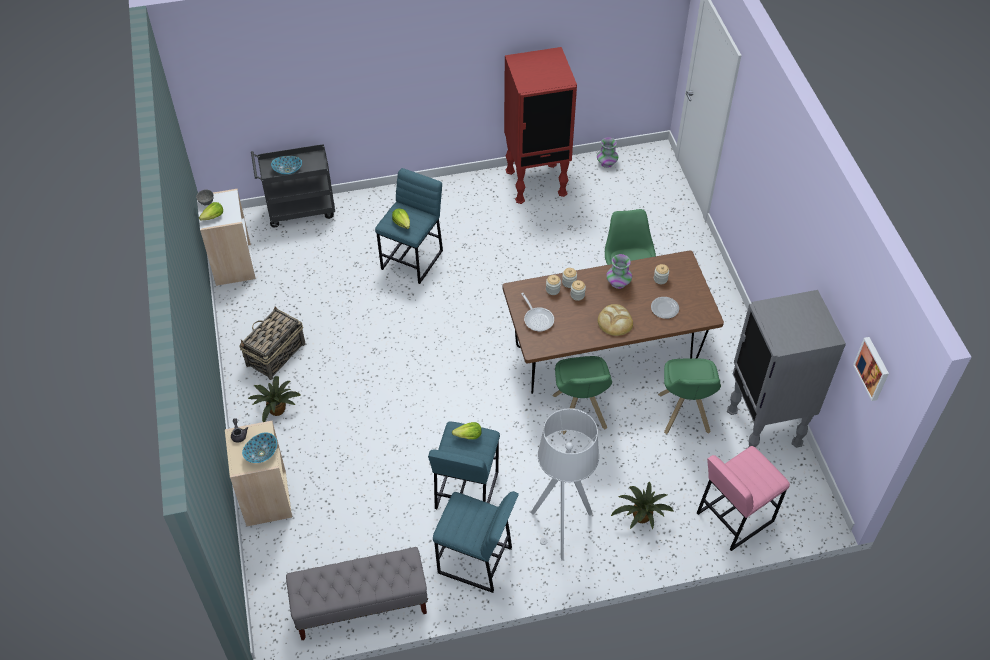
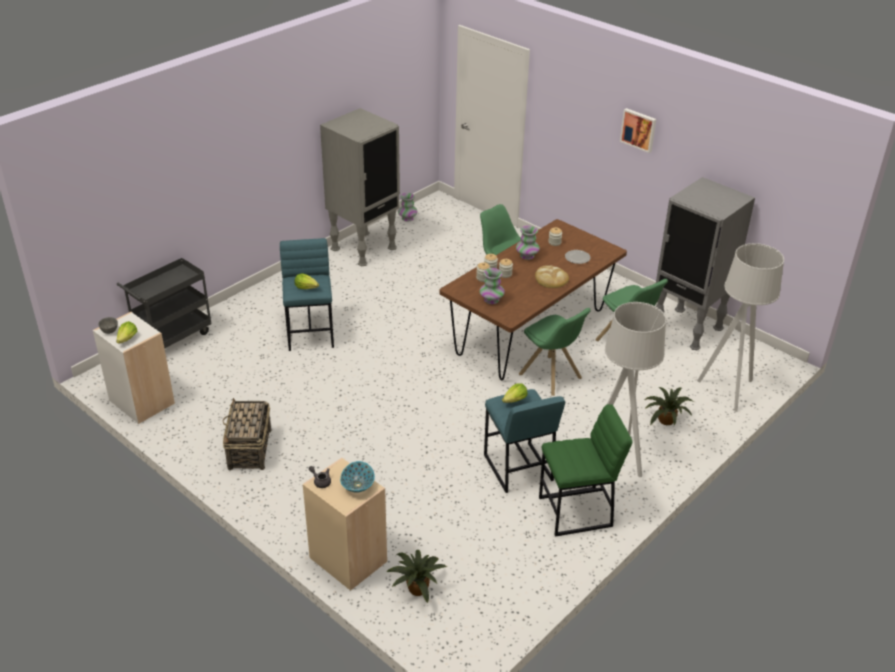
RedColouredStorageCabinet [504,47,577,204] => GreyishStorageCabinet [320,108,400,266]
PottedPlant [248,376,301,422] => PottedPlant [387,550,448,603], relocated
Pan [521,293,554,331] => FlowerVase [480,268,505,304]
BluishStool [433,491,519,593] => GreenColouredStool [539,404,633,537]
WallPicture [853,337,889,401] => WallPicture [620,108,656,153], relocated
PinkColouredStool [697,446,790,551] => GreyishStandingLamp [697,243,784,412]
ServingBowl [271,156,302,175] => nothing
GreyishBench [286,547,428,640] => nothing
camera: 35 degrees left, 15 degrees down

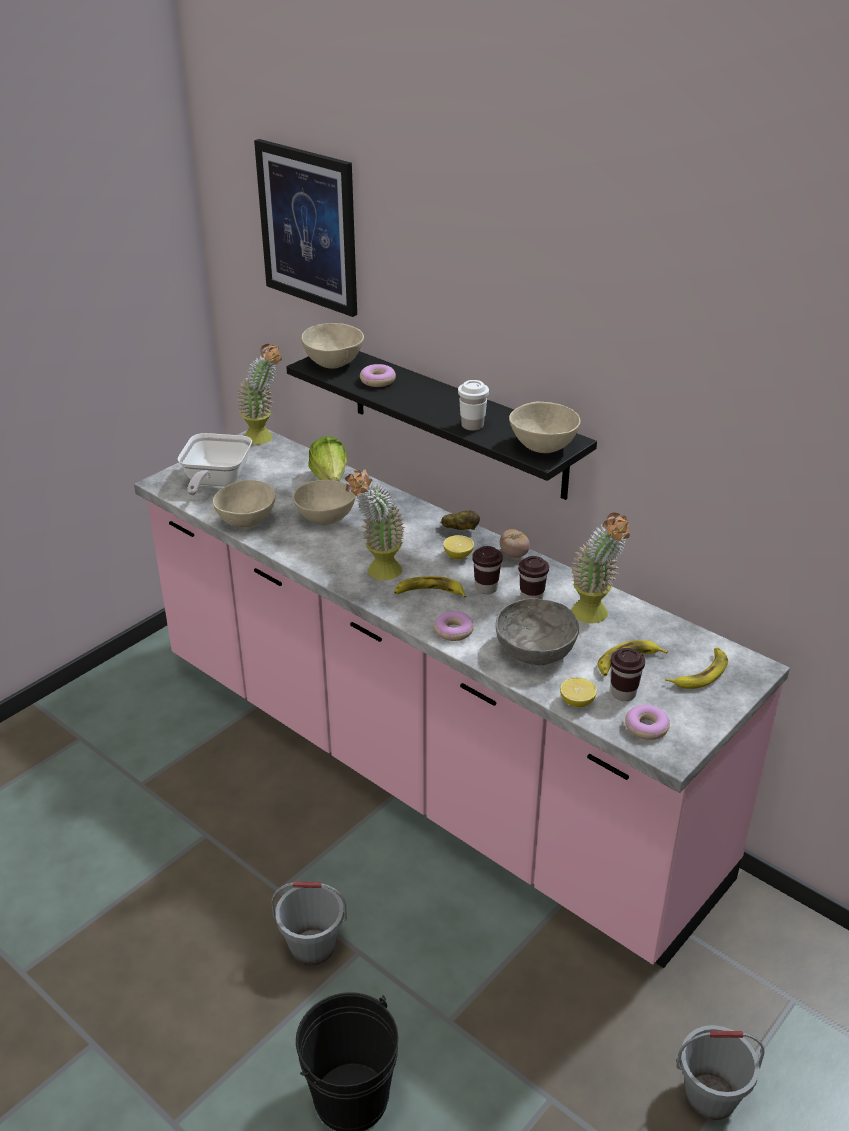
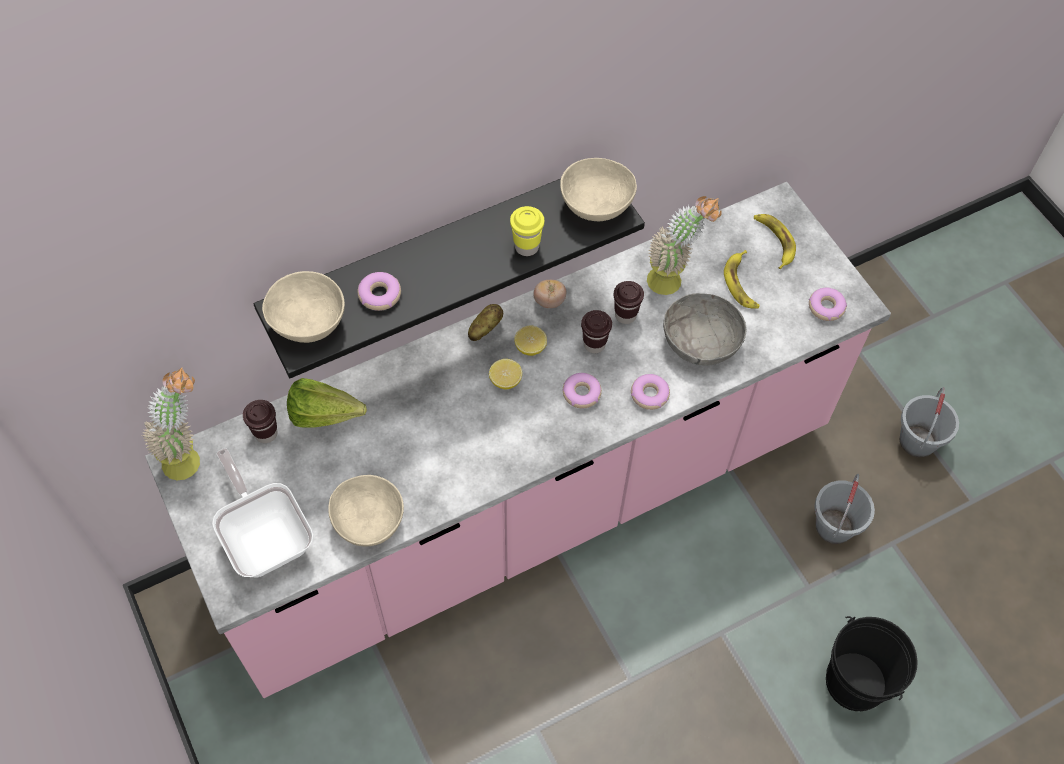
Pan [177,433,252,496] => Pan [212,448,313,578], 150 degrees counterclockwise
BrownColouredDrinkingCup [611,648,645,701] => BrownColouredDrinkingCup [243,400,278,443], relocated
CitrusFruit [560,677,597,707] => CitrusFruit [489,359,522,389], relocated
WhitishDrinkingCup [458,380,489,431] => YellowColouredDrinkingCup [510,206,544,256]
WholeBanana [394,576,466,598] => RingDoughnut [562,373,602,408]
GreyishWaterBucket [271,882,347,966] => GreyishWaterBucket [814,474,875,544], relocated
WallPicture [254,139,357,317] => nothing
BeigeServingBowl [293,480,356,525] => nothing
PottedPlant [345,469,405,580] => nothing
camera: 70 degrees left, 25 degrees up

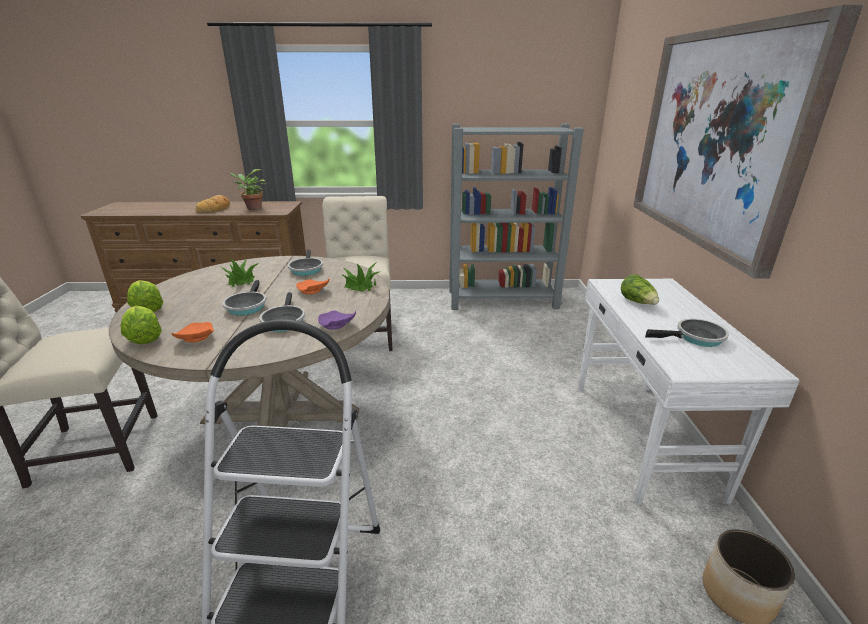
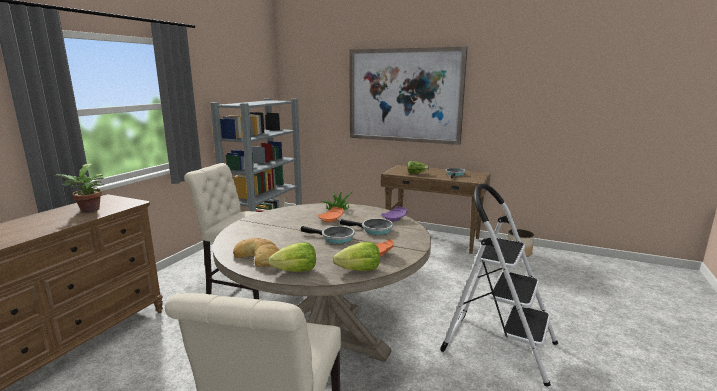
BakedBread [195,195,230,213] => BakedBread [233,237,279,267], relocated
WhitishHallTable [578,279,799,505] => BrownColouredHallTable [381,165,491,254]
PottedPlant [221,258,259,287] => nothing
Pan [288,250,323,276] => nothing
camera: 65 degrees left, 10 degrees down

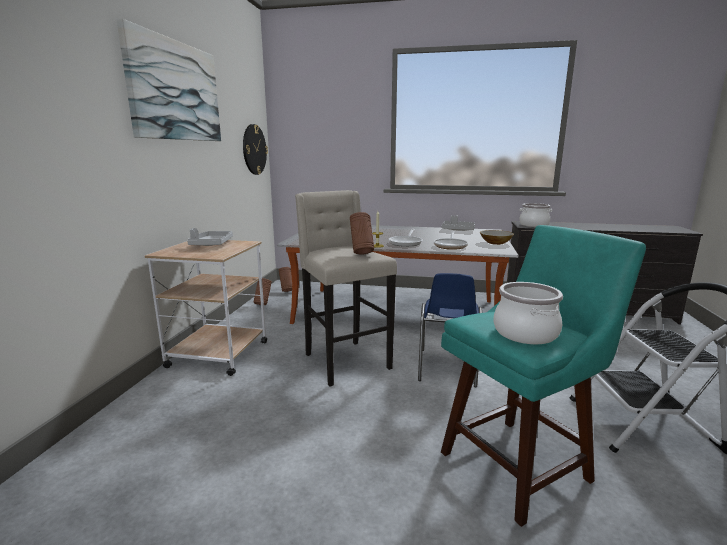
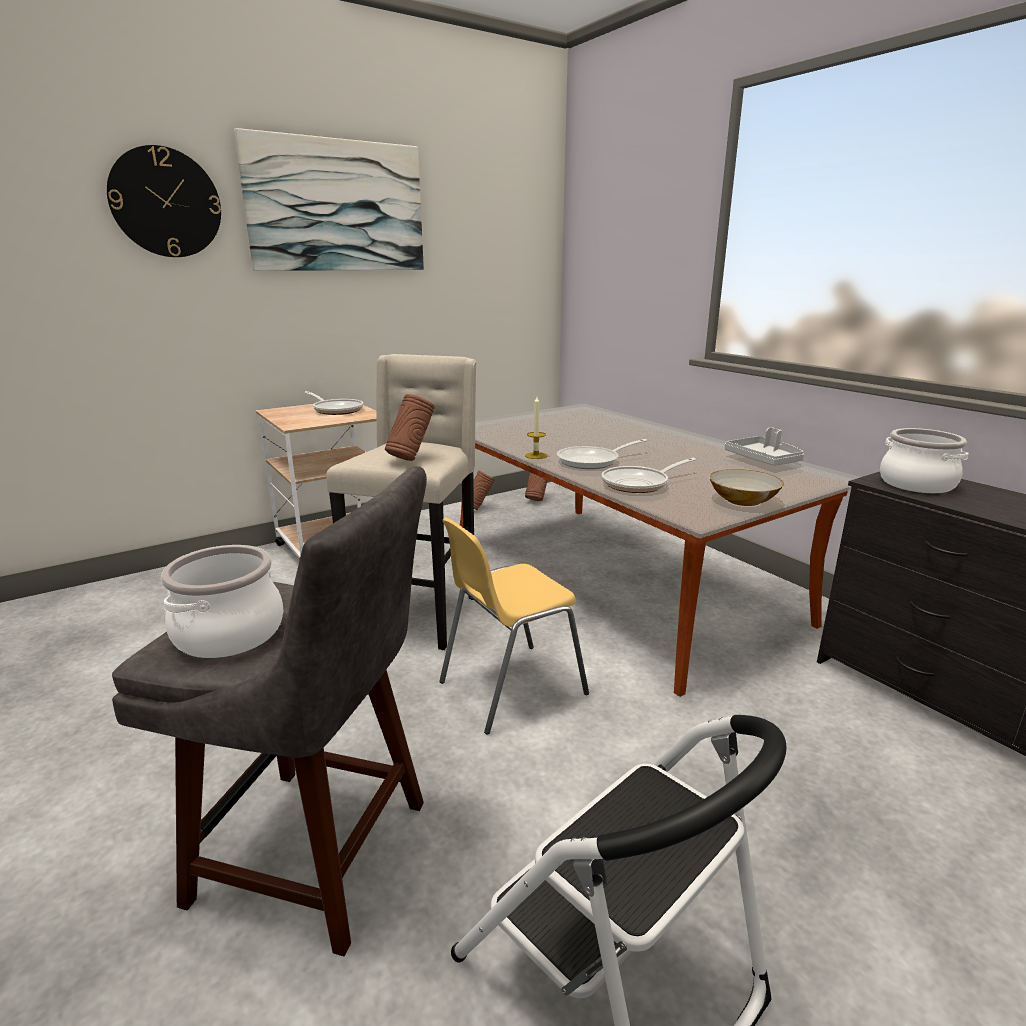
WallClock [243,124,268,175] => WallClock [107,145,221,257], relocated
BlueGreenStool [441,225,646,527] => GreyishStool [112,466,427,956]
GreyishCarryingTray [187,228,233,246] => Pan [304,391,363,415]
BluishPlainChair [418,273,482,387] => YellowColouredPlainChair [439,518,589,735]
camera: 45 degrees right, 5 degrees up

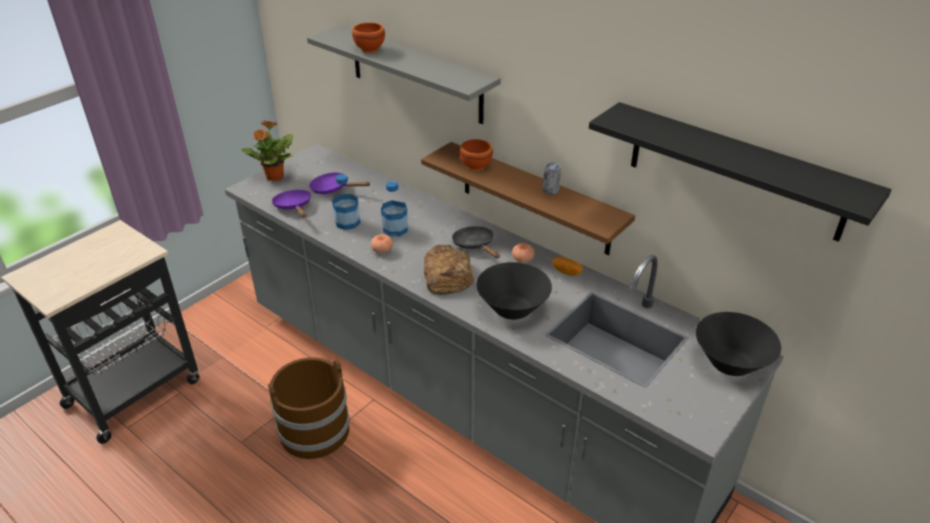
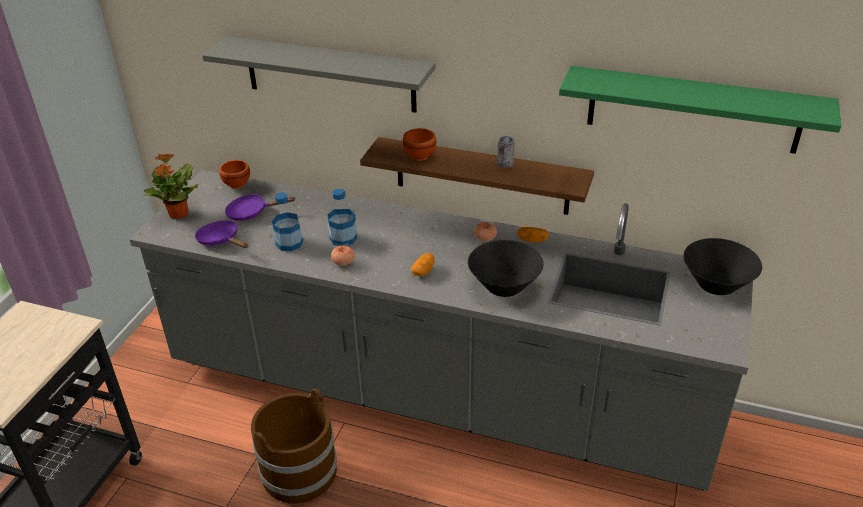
BrownColouredServingBowl [352,22,385,53] => BrownColouredServingBowl [219,160,250,189], relocated
BakedBread [424,245,474,295] => Potato [411,253,435,276]
BlackColouredShelf [589,102,892,242] => GreenColouredShelf [559,66,841,154]
BlackColouredPan [452,226,500,259] => nothing
camera: 20 degrees left, 0 degrees up

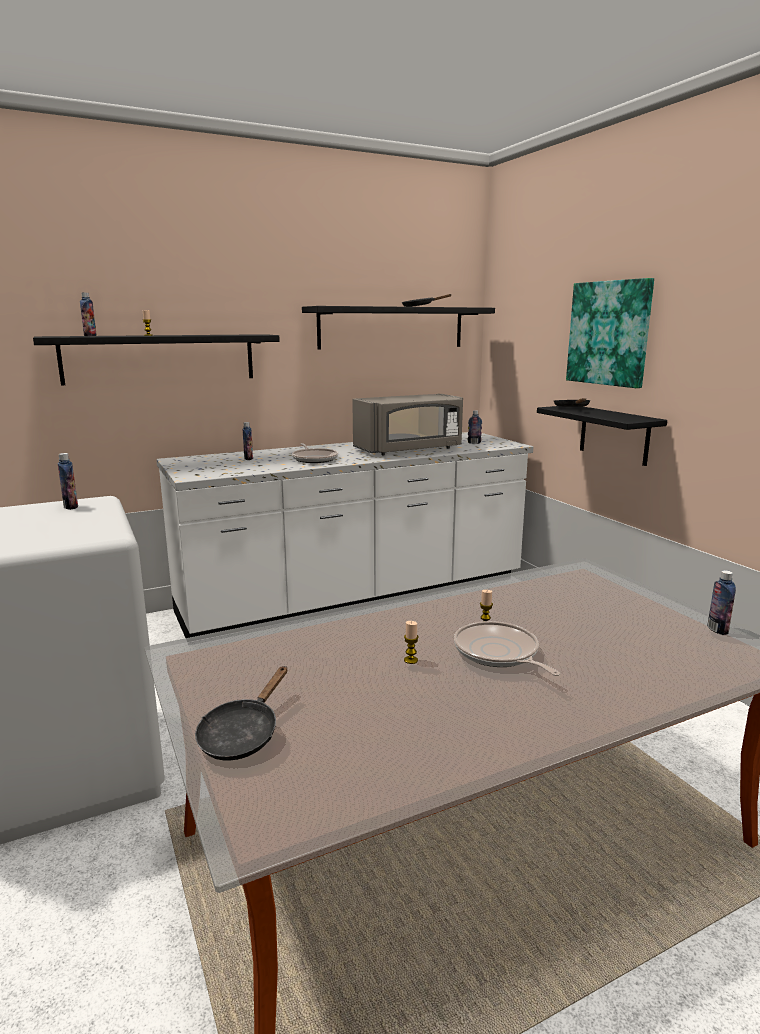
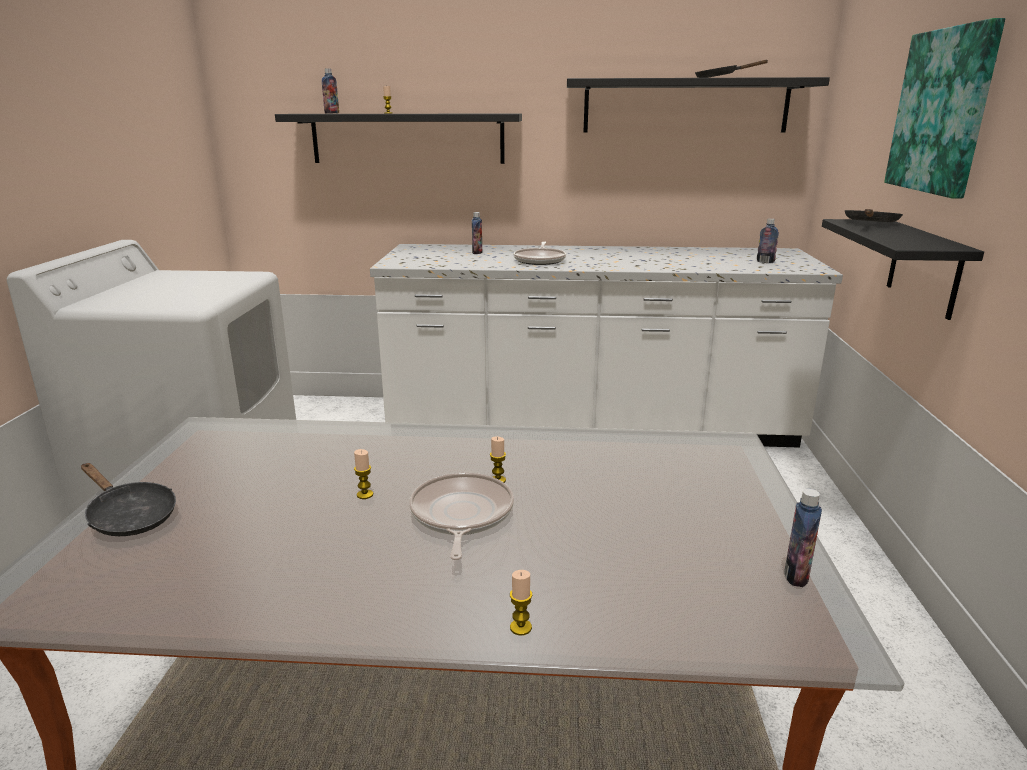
BlackColouredPan [195,666,287,761] => BlackColouredPan [81,463,176,536], 105 degrees counterclockwise
nothing => Candle [510,570,533,635]
DrinkBottle [57,453,78,510] => nothing
GreyishMicrowave [352,394,463,455] => nothing
camera: 30 degrees right, 5 degrees up

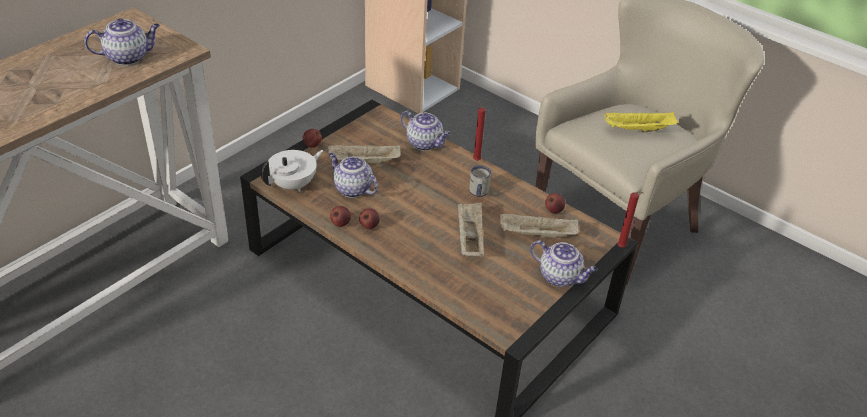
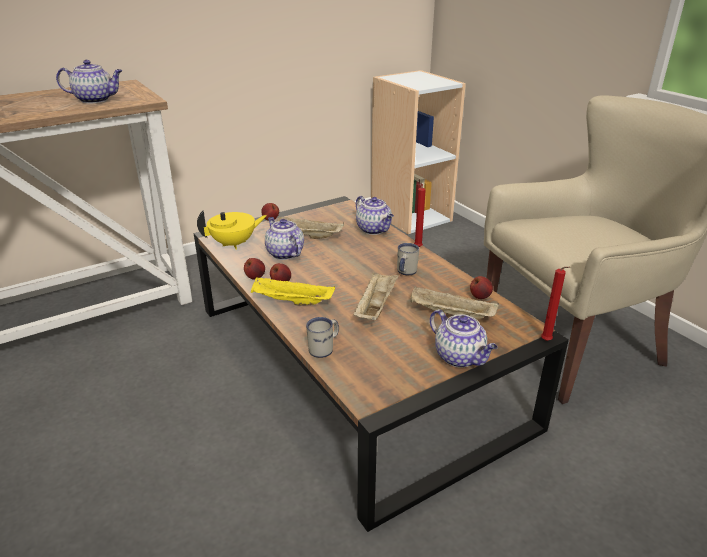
WhitishTeaPot [261,150,323,192] => YellowColouredTeaPot [197,211,267,249]
YellowColouredCarryingTray [604,112,678,132] => YellowColouredCarryingTray [251,277,335,306], relocated
nothing => WhitishMug [306,317,339,358]
camera: 20 degrees right, 10 degrees down

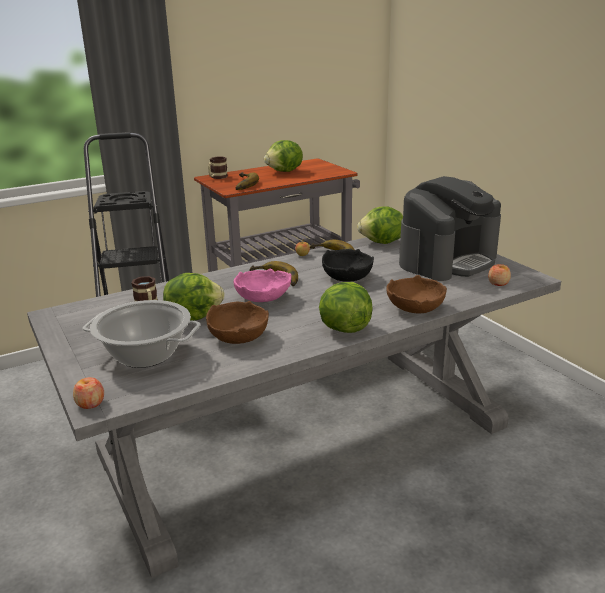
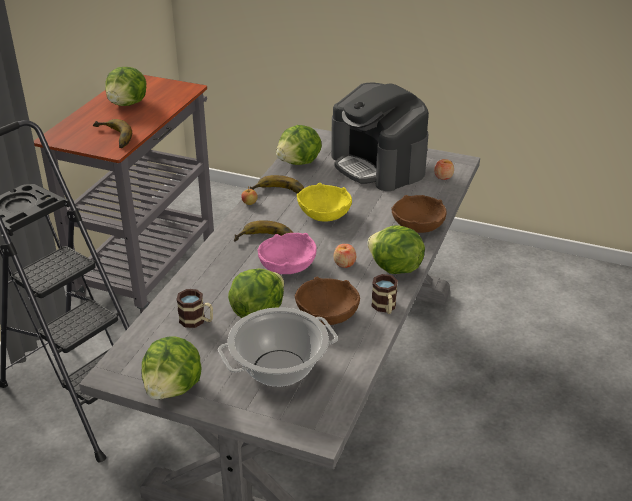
nothing => Lettuce [142,336,202,399]
BlackColouredServingBowl [322,249,374,282] => YellowColouredServingBowl [297,183,352,222]
CoffeeMachine [399,176,501,281] => CoffeeMachine [331,83,429,191], 135 degrees clockwise
AppleFruit [73,377,104,409] => AppleFruit [334,244,356,268], relocated
Mug [208,157,228,179] => Mug [371,274,398,314], relocated
camera: 40 degrees left, 10 degrees up

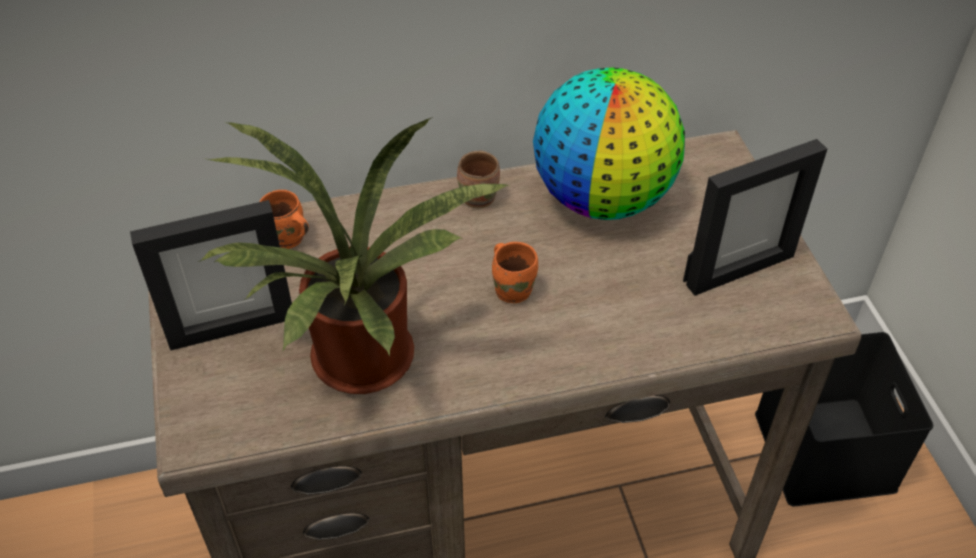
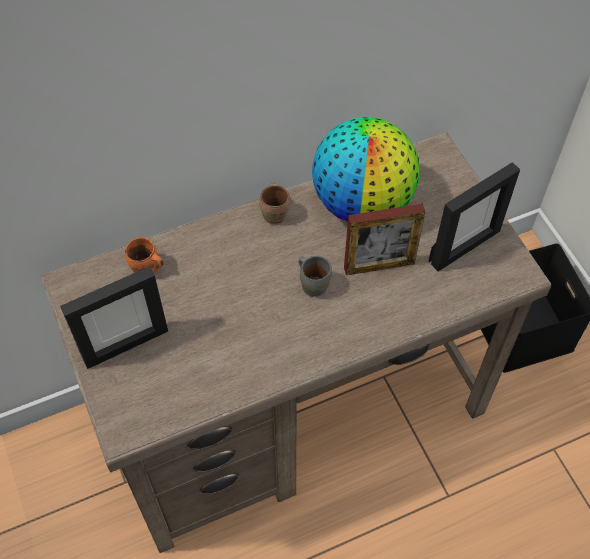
OrangeColouredMug [492,242,538,303] => GreyishMug [298,256,332,297]
nothing => PictureFrame [344,204,425,275]
PottedPlant [198,117,509,394] => nothing
camera: 10 degrees left, 10 degrees up

